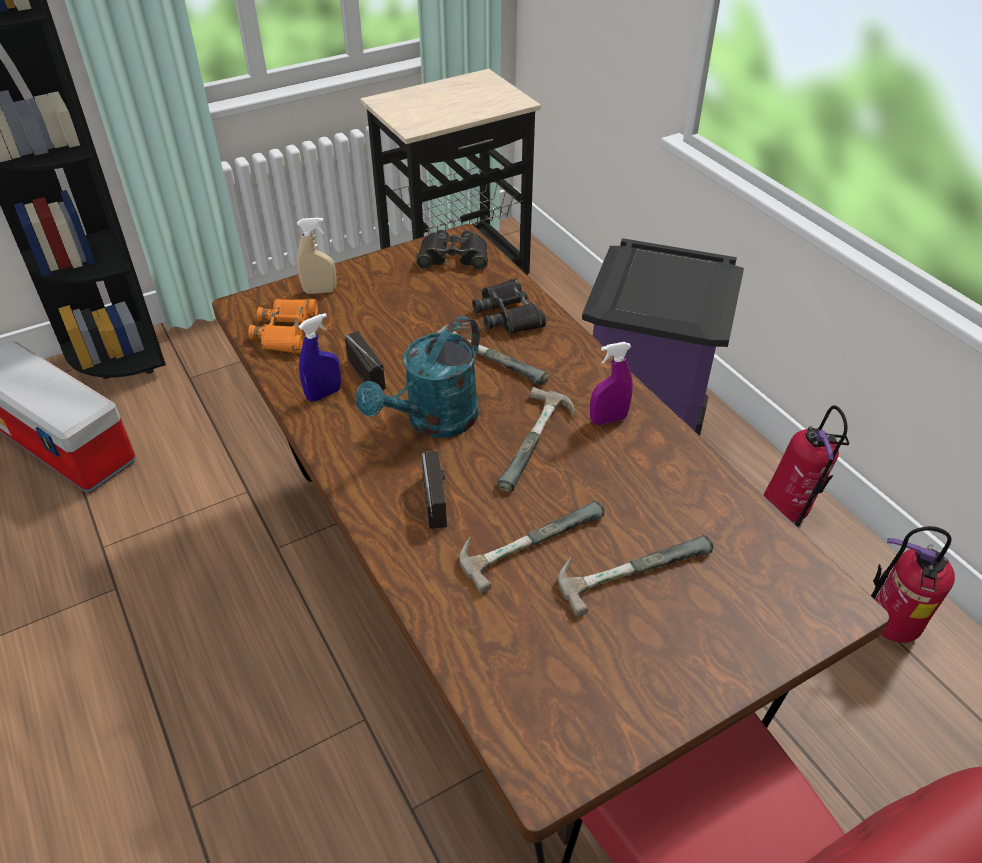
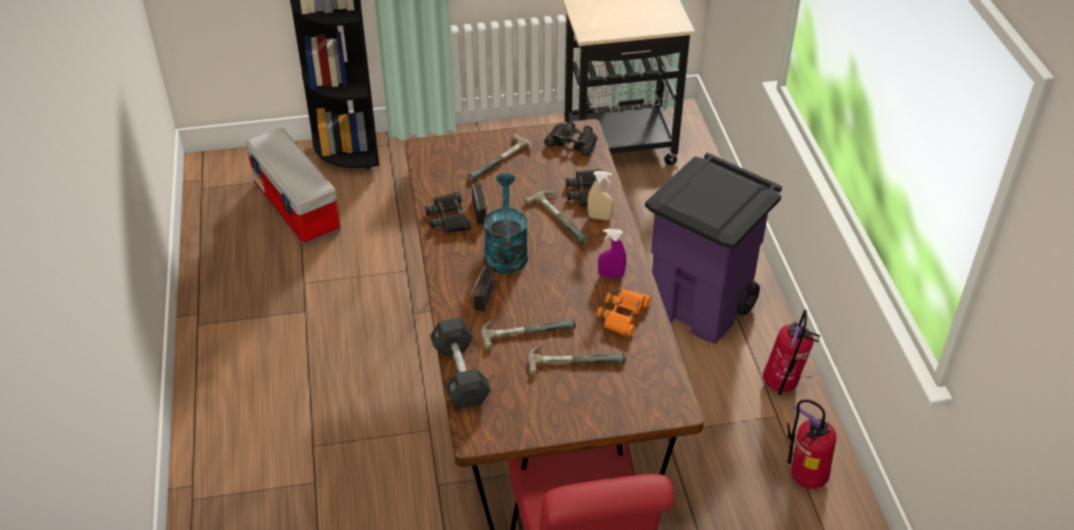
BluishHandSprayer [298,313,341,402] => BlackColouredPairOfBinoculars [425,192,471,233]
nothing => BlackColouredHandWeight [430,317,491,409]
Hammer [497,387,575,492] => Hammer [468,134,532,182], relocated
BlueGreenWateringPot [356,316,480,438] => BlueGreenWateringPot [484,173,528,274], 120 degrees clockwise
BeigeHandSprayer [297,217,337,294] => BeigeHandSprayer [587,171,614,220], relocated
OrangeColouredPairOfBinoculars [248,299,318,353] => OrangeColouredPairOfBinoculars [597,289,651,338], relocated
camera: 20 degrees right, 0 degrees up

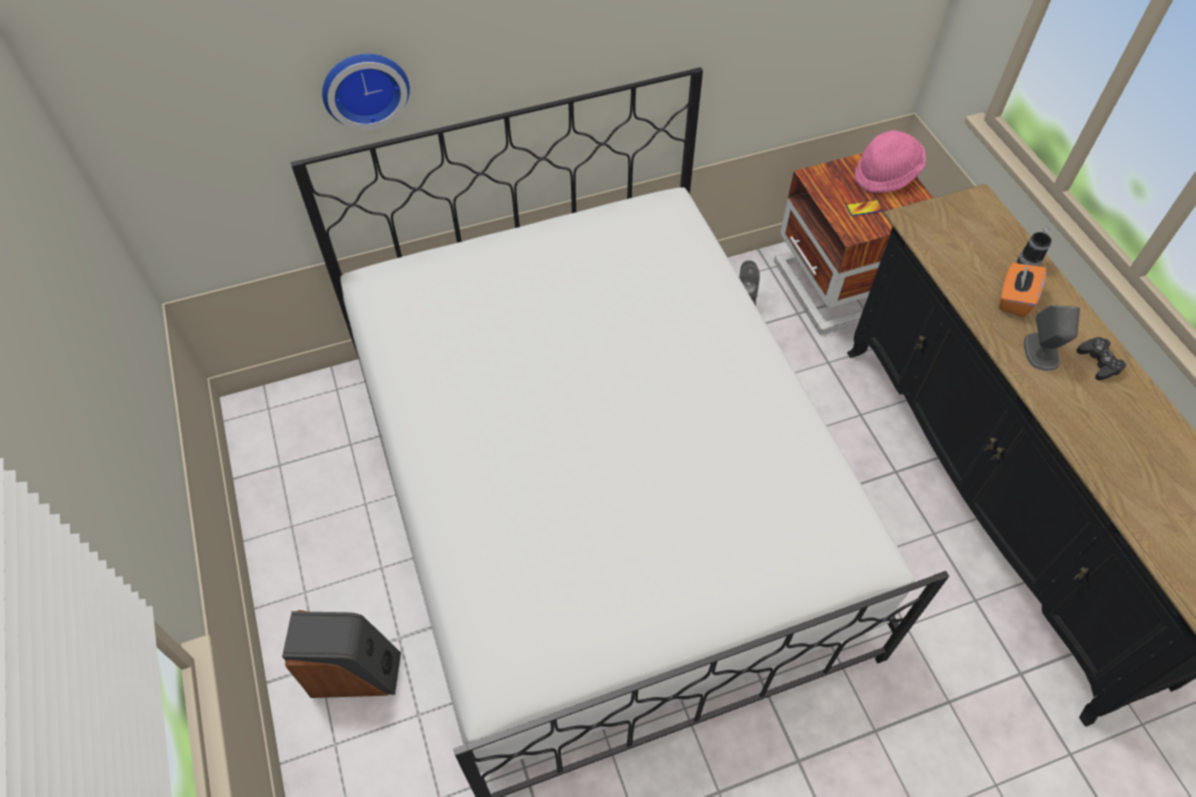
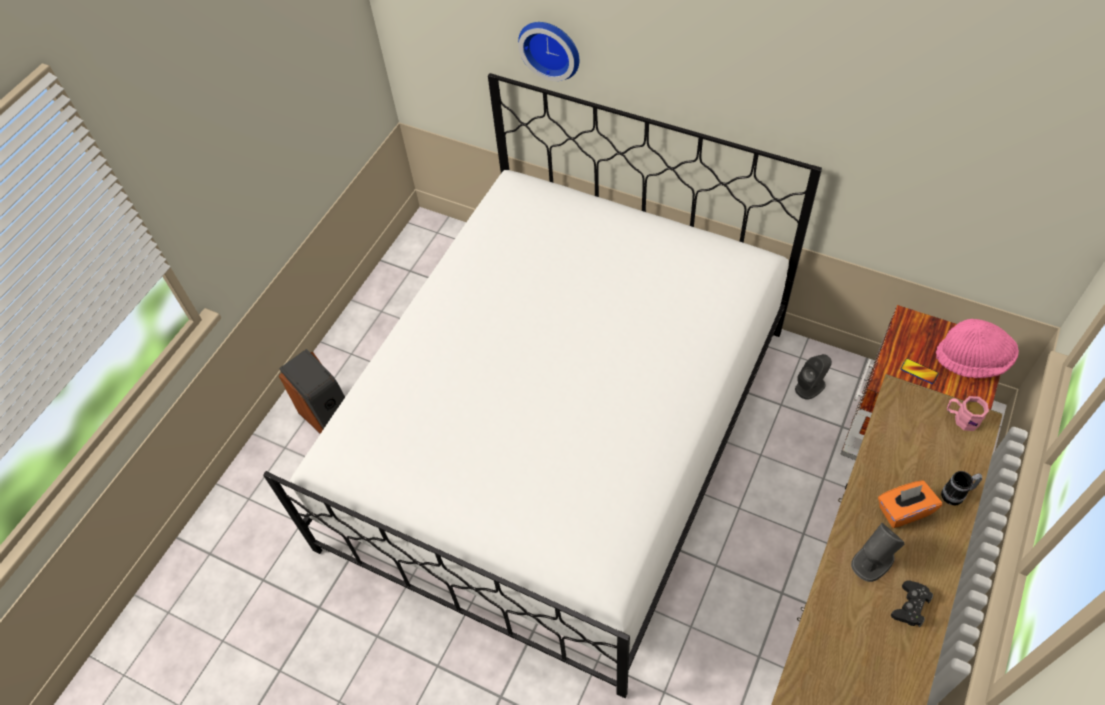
nothing => PinkColouredMug [947,396,989,431]
camera: 50 degrees right, 0 degrees up

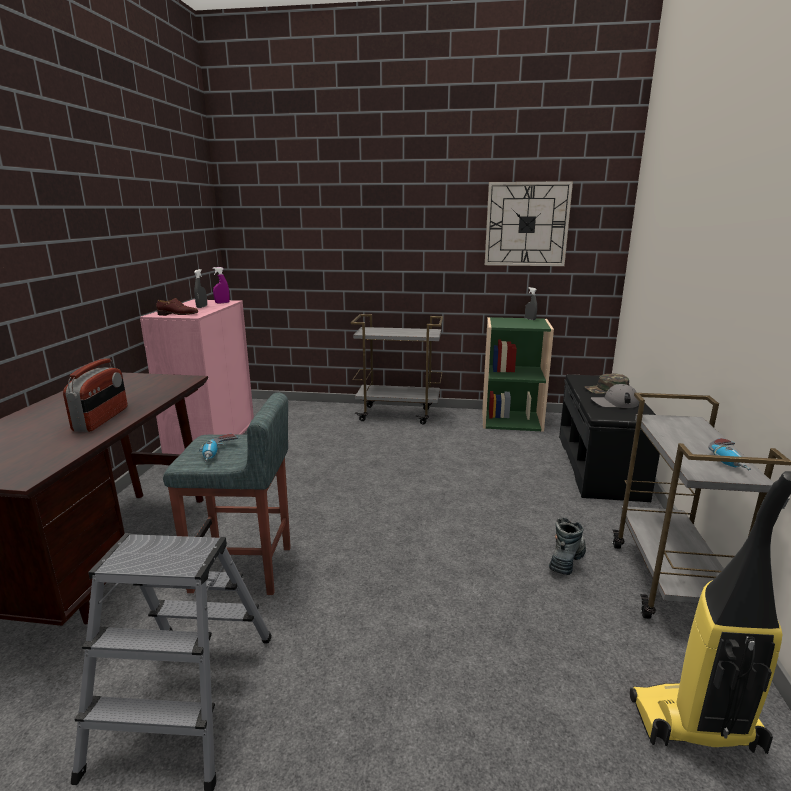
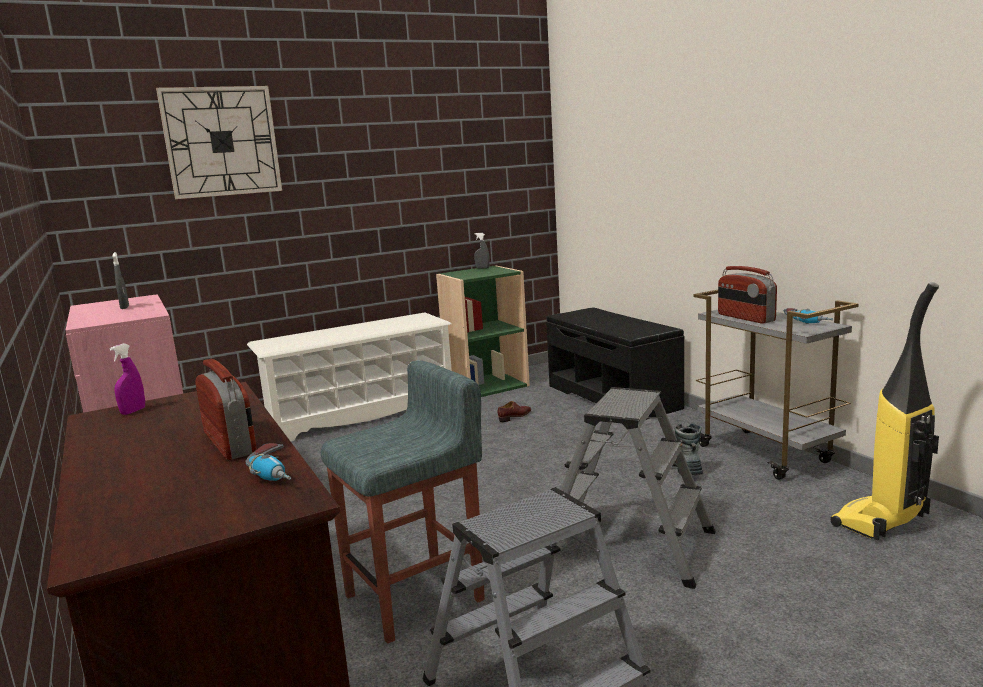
PurpleColouredHandSprayer [212,267,230,303] => PurpleColouredHandSprayer [109,343,145,415], relocated
WallClock [485,181,573,266] => WallClock [156,86,282,199], relocated
ElectricDrill [199,434,238,462] => ElectricDrill [245,443,291,481], relocated
GreyishCart [351,314,443,424] => WhitishShoeRack [247,312,452,441]
BrownColouredItemOfFootwear [156,298,198,316] => BrownColouredItemOfFootwear [498,401,531,422], relocated
nothing => GreyishStepLadder [561,387,716,589]
nothing => Radio [718,266,777,324]
GreenColouredPeakedCap [584,373,629,394] => nothing
GreyishPeakedCap [591,384,639,408] => nothing
camera: 35 degrees left, 5 degrees down

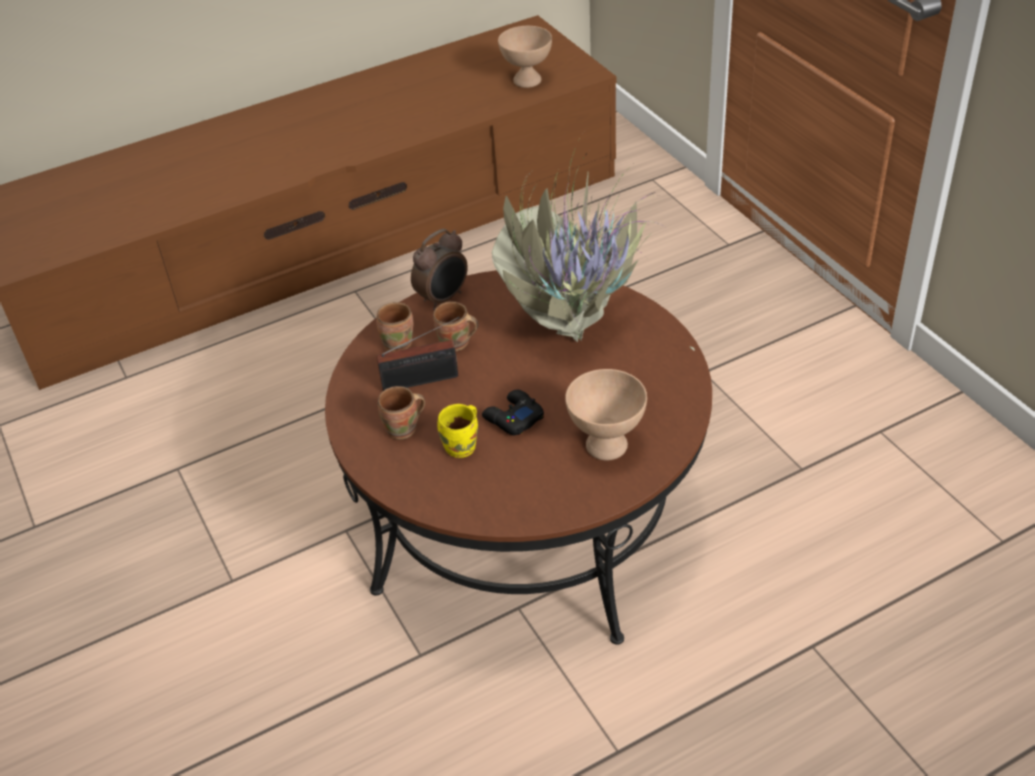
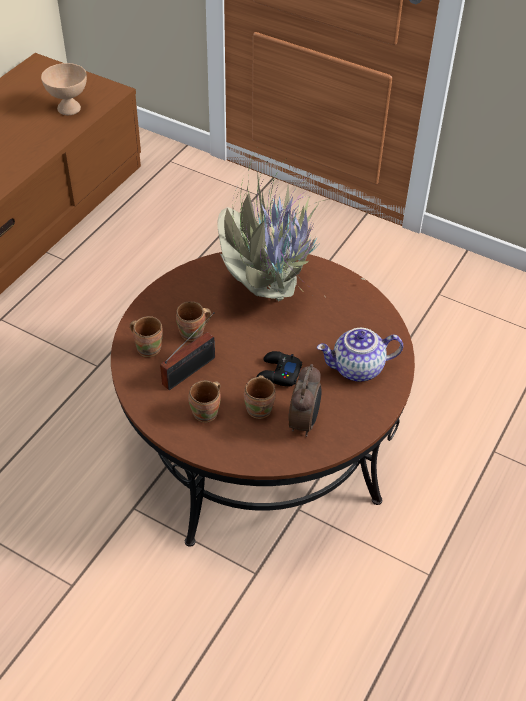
YellowColouredMug [437,404,478,458] => BrownColouredMug [244,375,276,419]
TableClock [411,229,468,310] => TableClock [288,364,322,437], relocated
BeigeServingBowl [565,369,647,460] => TeaPot [317,328,403,382]
camera: 35 degrees left, 5 degrees up

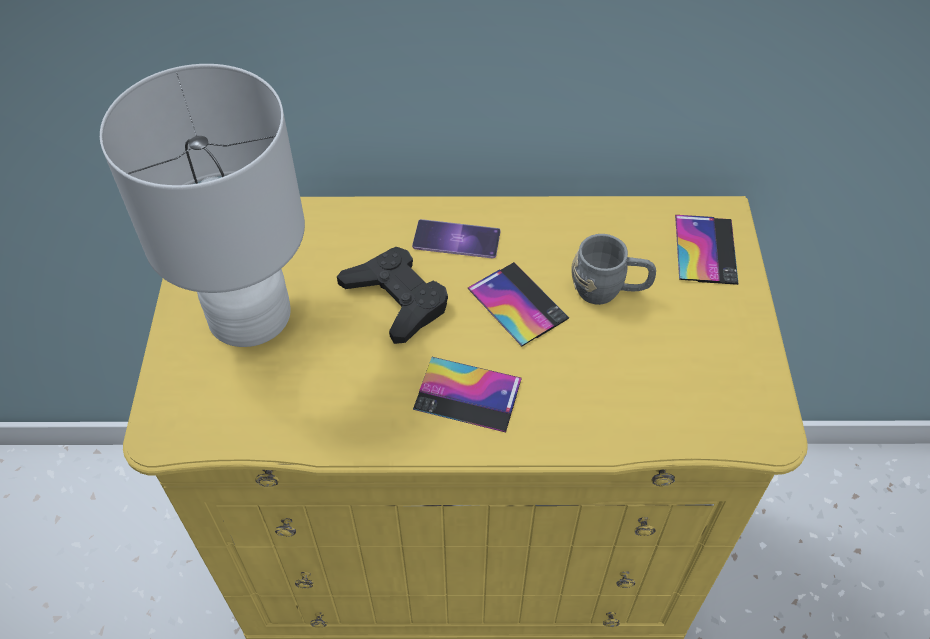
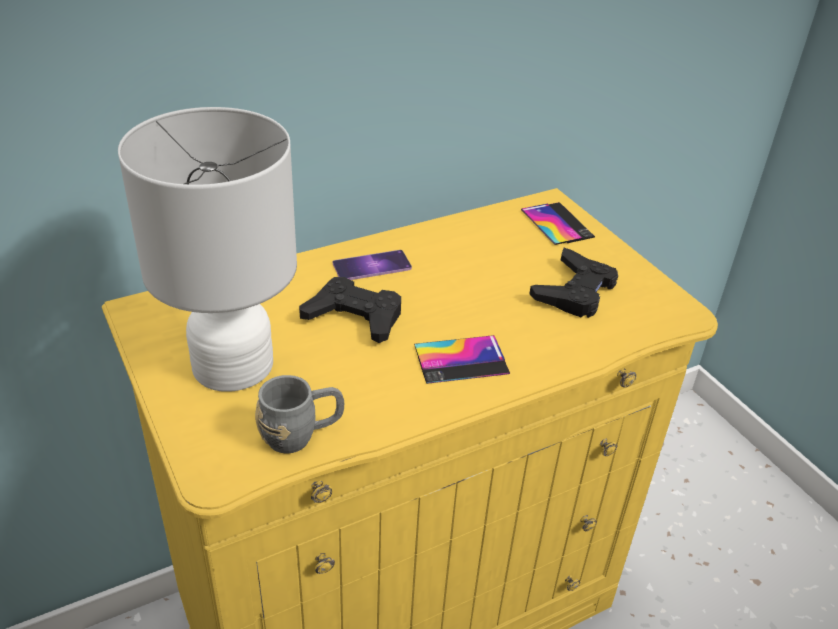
GreyishMug [572,234,656,305] => GreyishMug [255,375,344,453], relocated
nothing => BlackColouredGamepad [529,248,618,318]
Handset [467,262,569,346] => nothing
camera: 30 degrees left, 15 degrees down

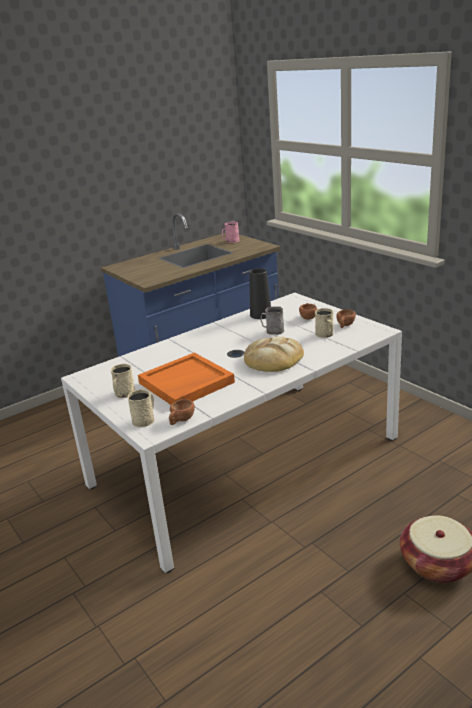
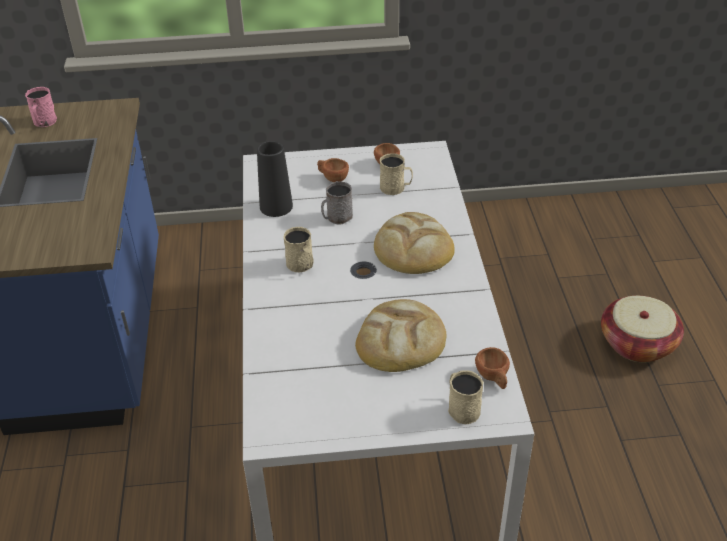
BeigeMug [111,364,135,398] => BeigeMug [283,227,314,272], relocated
OrangeColouredCarryingTray [138,353,235,405] => BakedBread [355,299,447,372]
camera: 60 degrees left, 15 degrees up

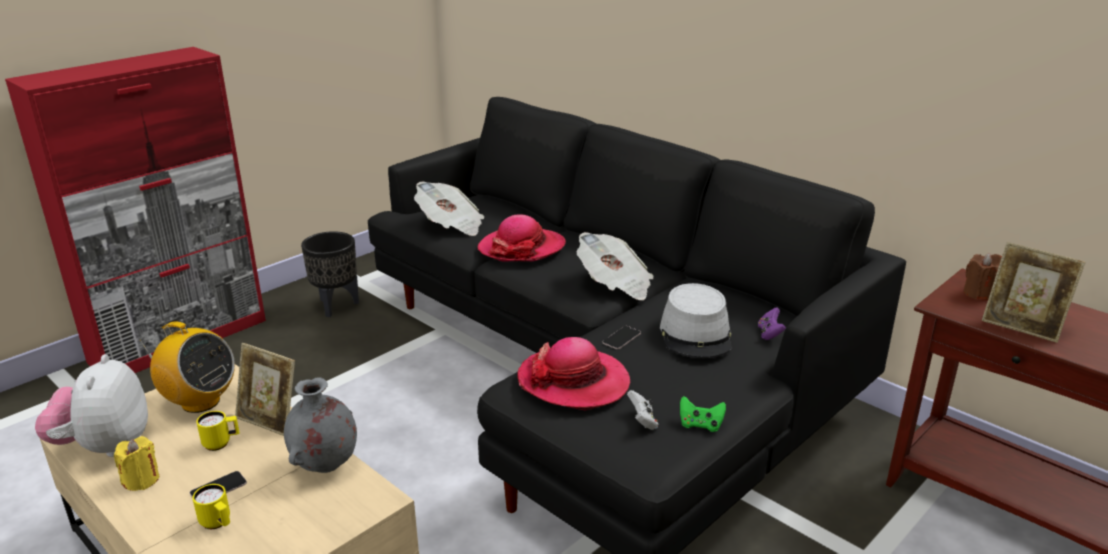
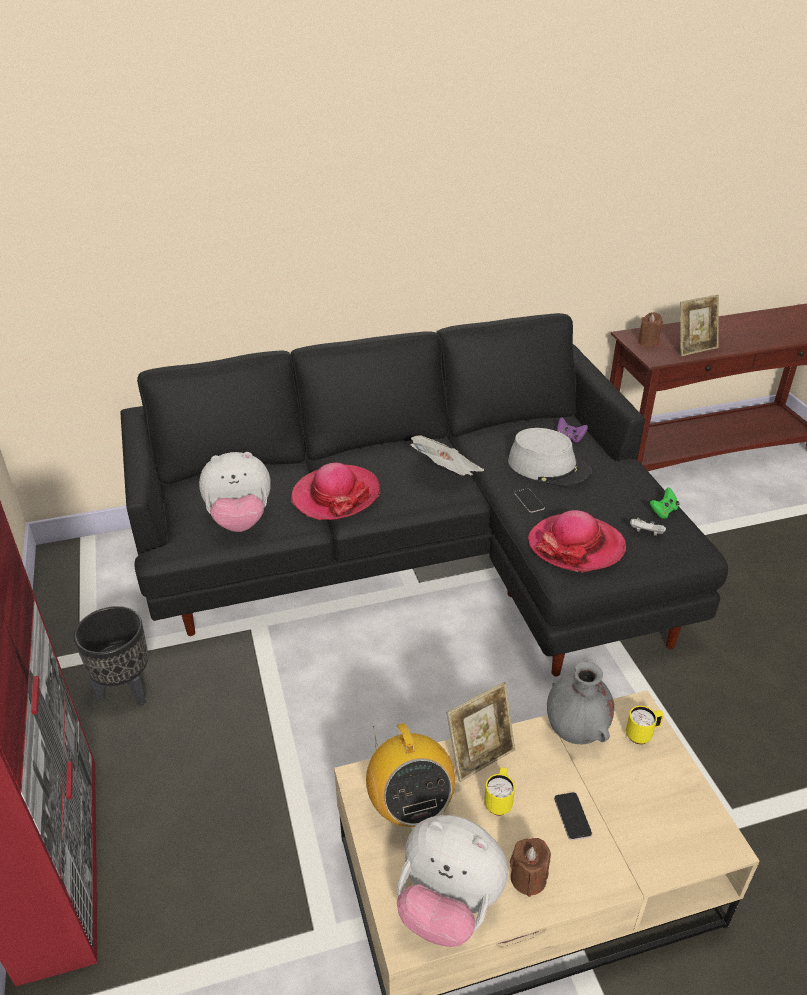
PrintedPaper [414,181,484,236] => PlushToy [199,452,271,532]
Radio [139,321,235,413] => Radio [366,723,455,827], 105 degrees clockwise
YellowColouredCandle [114,436,159,491] => BrownColouredCandle [510,838,551,897]
YellowColouredMug [192,484,230,529] => YellowColouredMug [626,706,664,744], relocated
camera: 60 degrees left, 10 degrees up

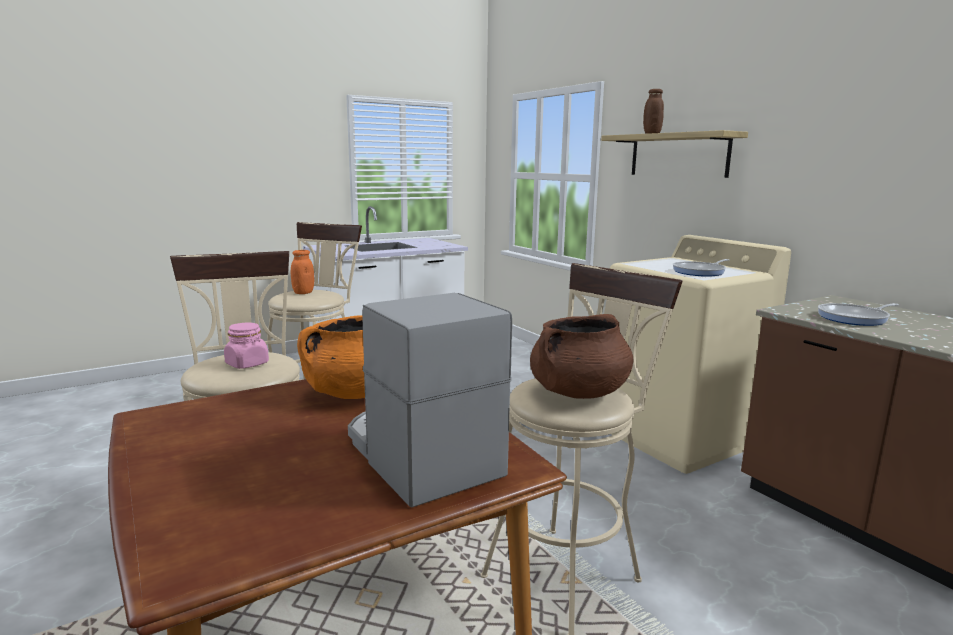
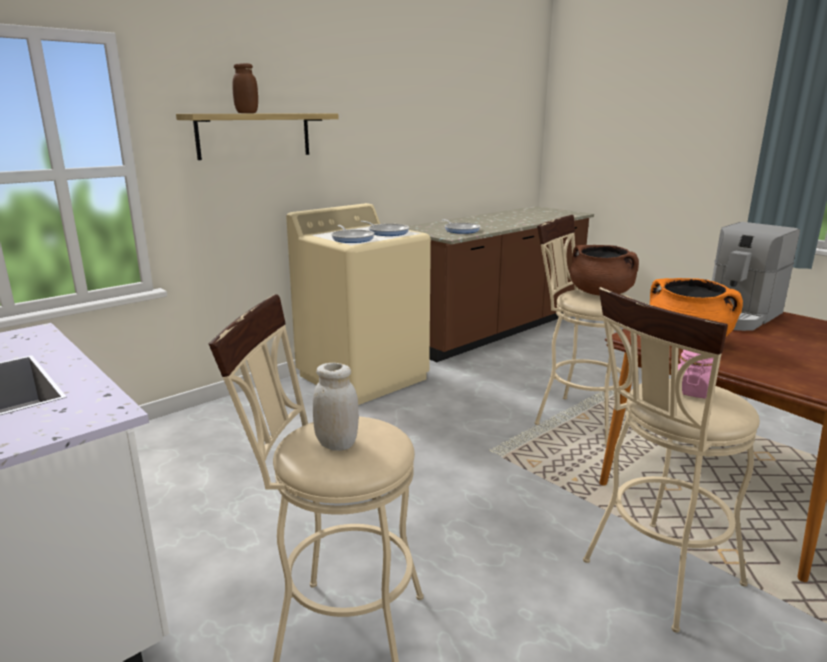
OrangeColouredStorageJar [291,250,315,294] => WhitishStorageJar [313,363,359,451]
nothing => Pan [331,225,374,243]
camera: 100 degrees left, 5 degrees up

